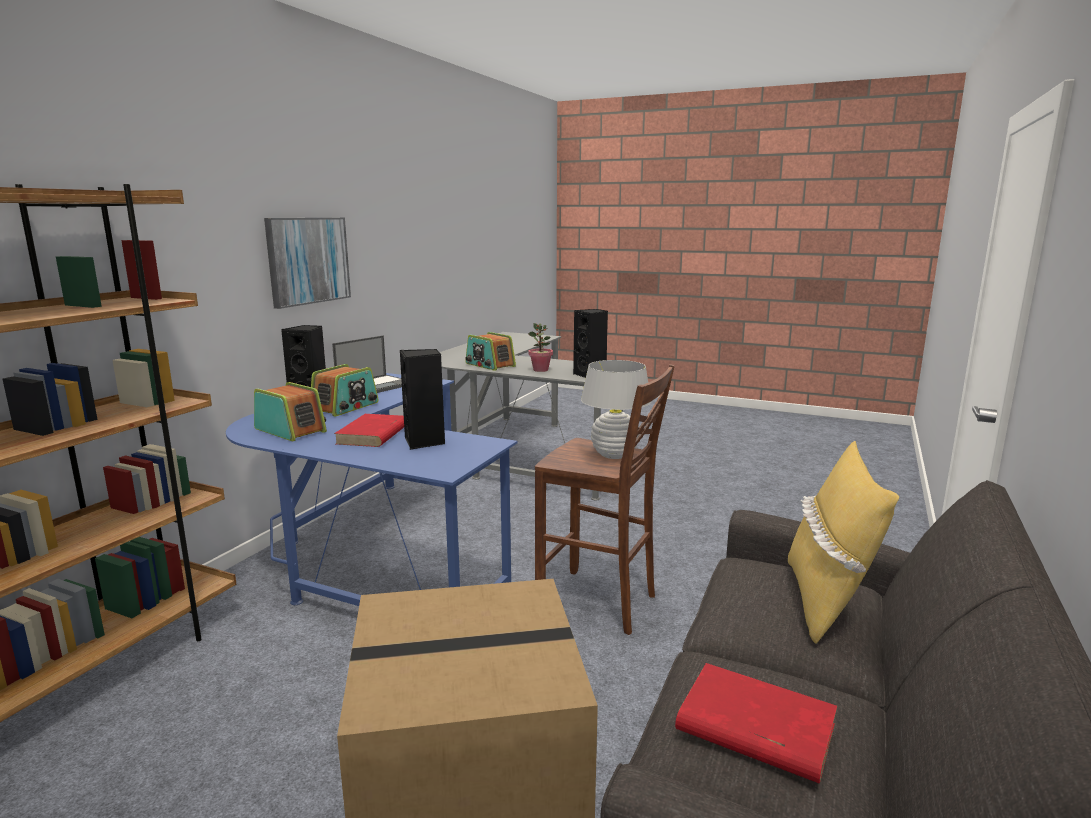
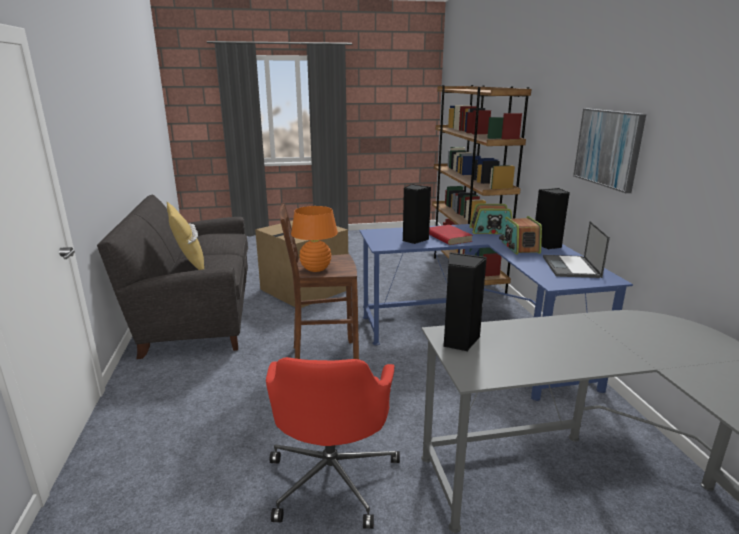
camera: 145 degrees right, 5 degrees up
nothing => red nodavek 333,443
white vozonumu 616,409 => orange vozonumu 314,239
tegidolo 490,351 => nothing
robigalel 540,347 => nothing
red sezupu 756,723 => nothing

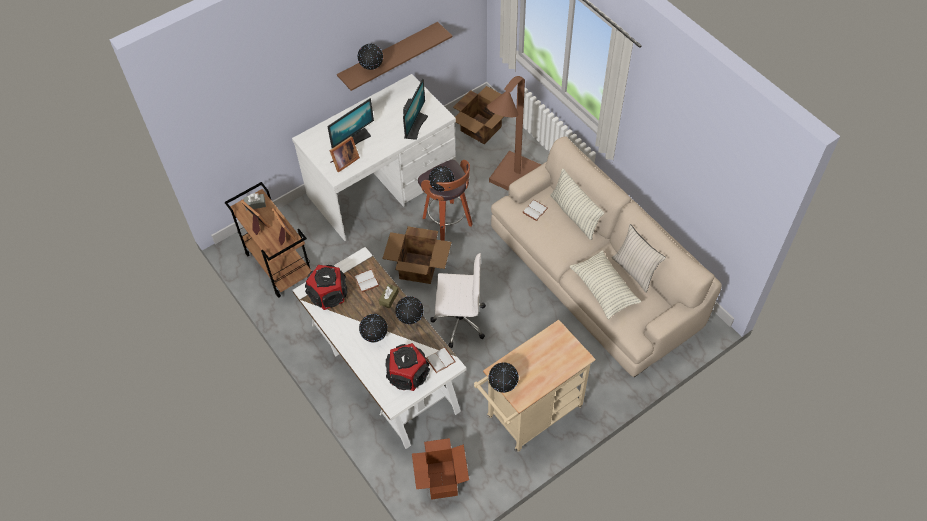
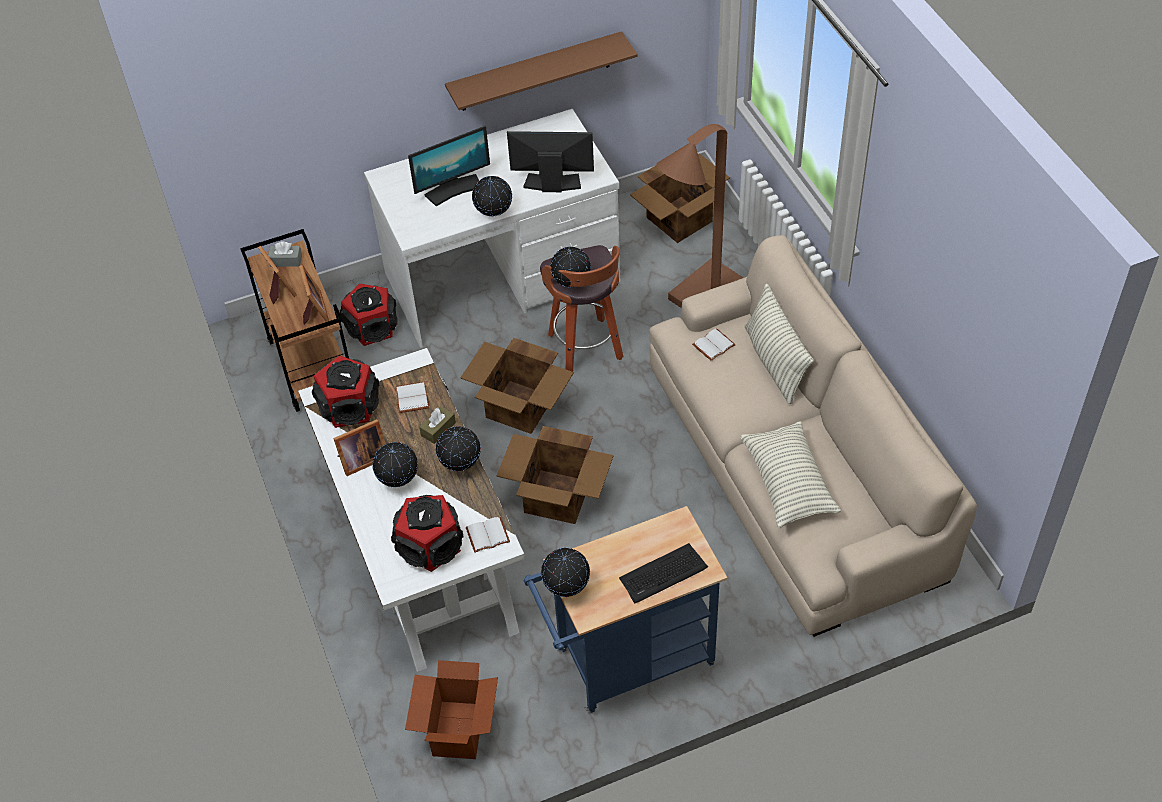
camera: 15 degrees right, 5 degrees down
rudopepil 345,154 => rudopepil 359,447, moved
nothing => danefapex 369,314
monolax 370,57 => monolax 492,196, moved
white nodavek 458,300 => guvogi 555,475
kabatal 415,109 => kabatal 550,161, 120 degrees counterclockwise
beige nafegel 535,386 => blue nafegel 625,609
nothing => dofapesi 663,573
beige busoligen 639,258 => nothing

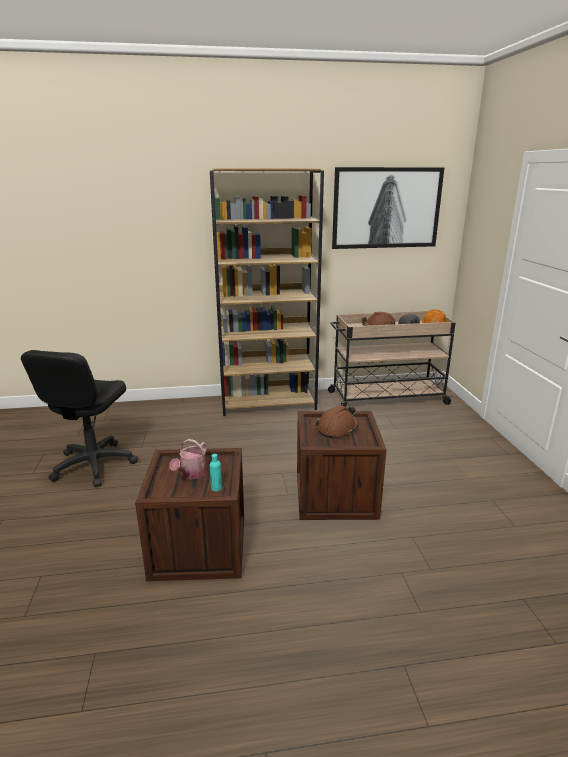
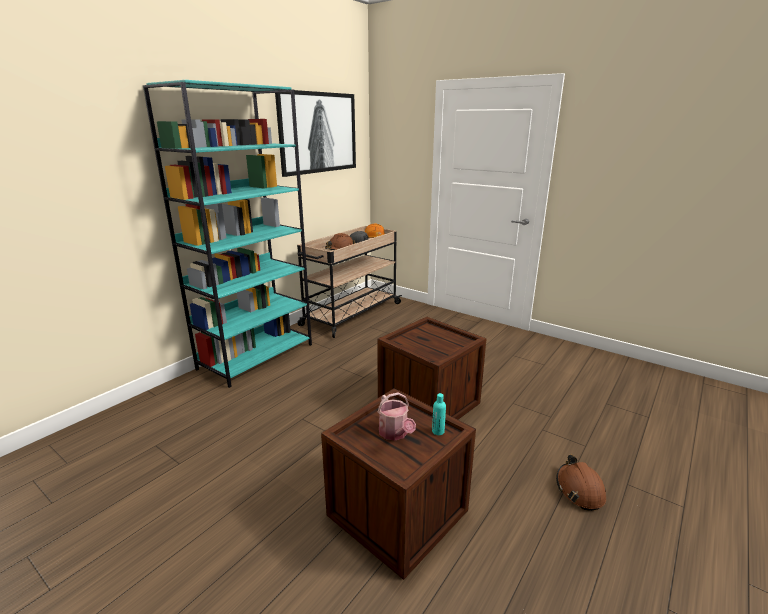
camera: 45 degrees left, 0 degrees up
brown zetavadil 267,292 => turquoise zetavadil 227,234
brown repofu 337,421 => brown repofu 581,483, moved
black nodavek 79,418 => nothing

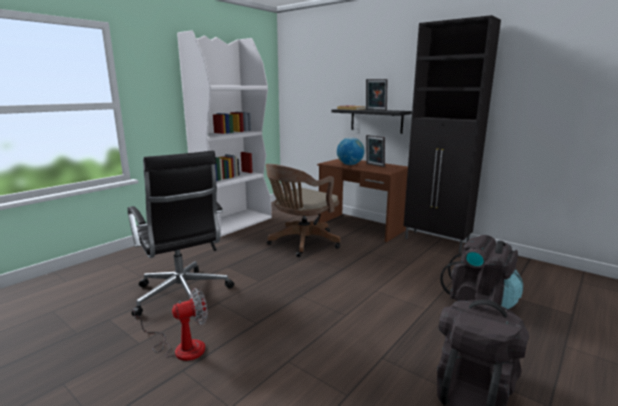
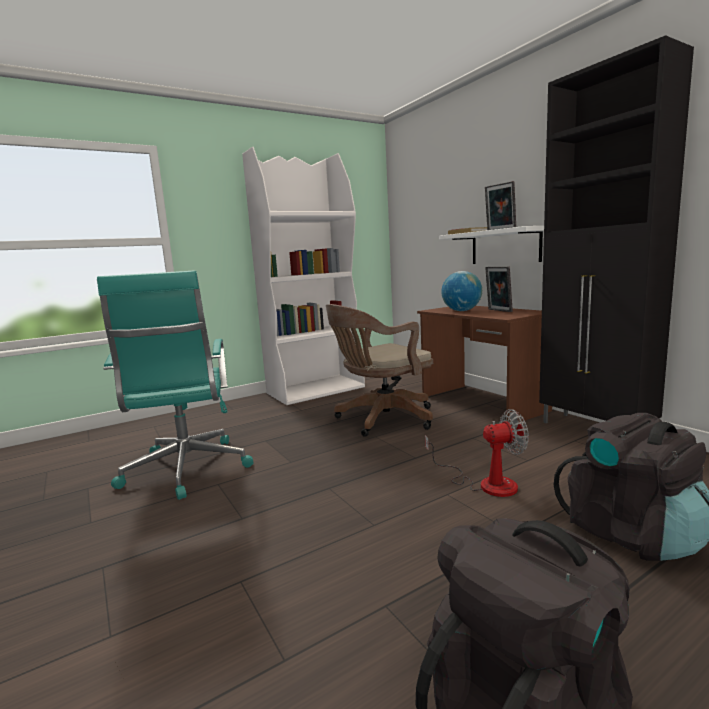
camera: 20 degrees right, 5 degrees down
black nodavek 180,233 => turquoise nodavek 175,385
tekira 171,324 => tekira 477,453, moved
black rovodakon 371,121 => white rovodakon 491,245

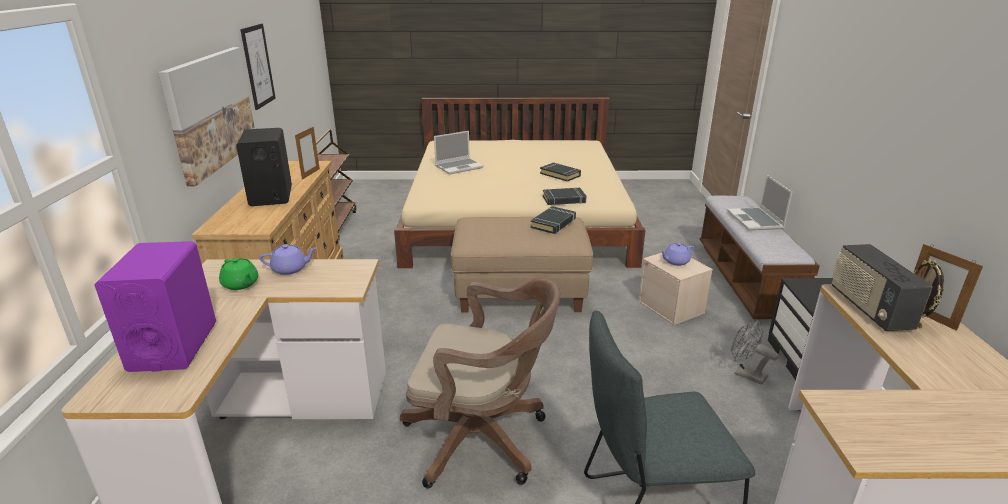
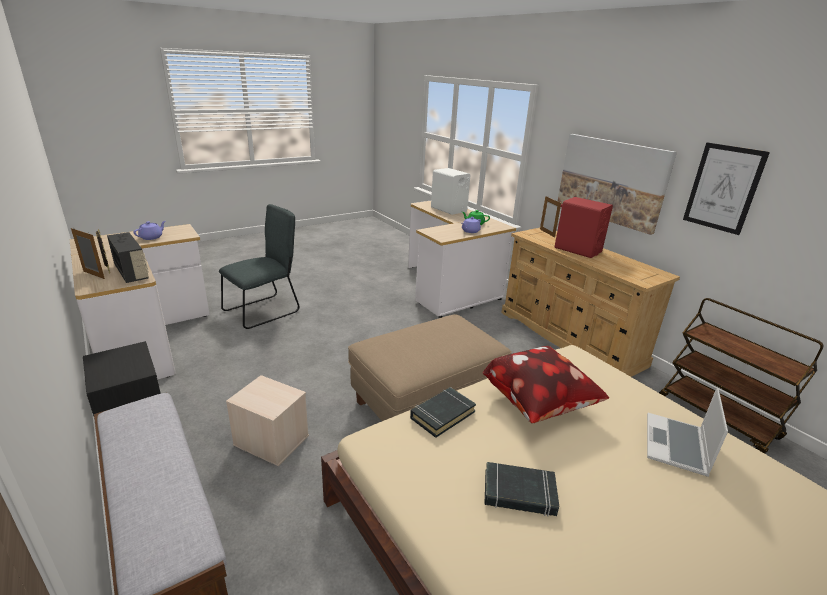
camera: 145 degrees right, 0 degrees up
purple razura 677,254 => purple razura 149,230, moved
purple danefapex 155,306 => white danefapex 451,191
nothing => busoligen 546,384
rudopepil 307,153 => rudopepil 550,216, moved
black danefapex 264,167 => red danefapex 584,227
brown nodavek 480,383 => nothing
black sezupu 553,220 => nothing
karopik 759,202 => nothing
grey tekira 755,352 => nothing

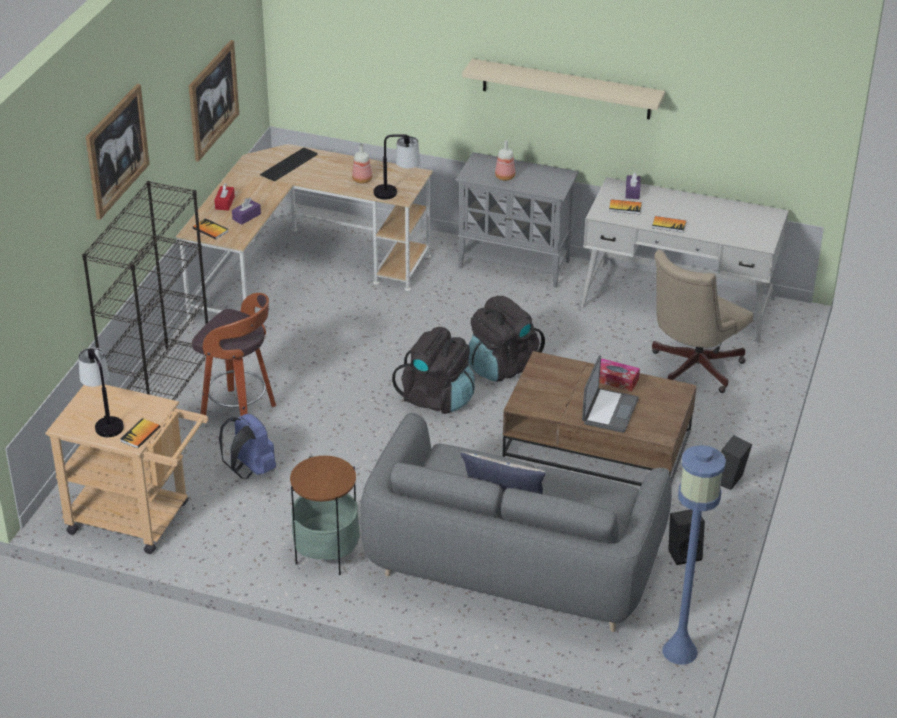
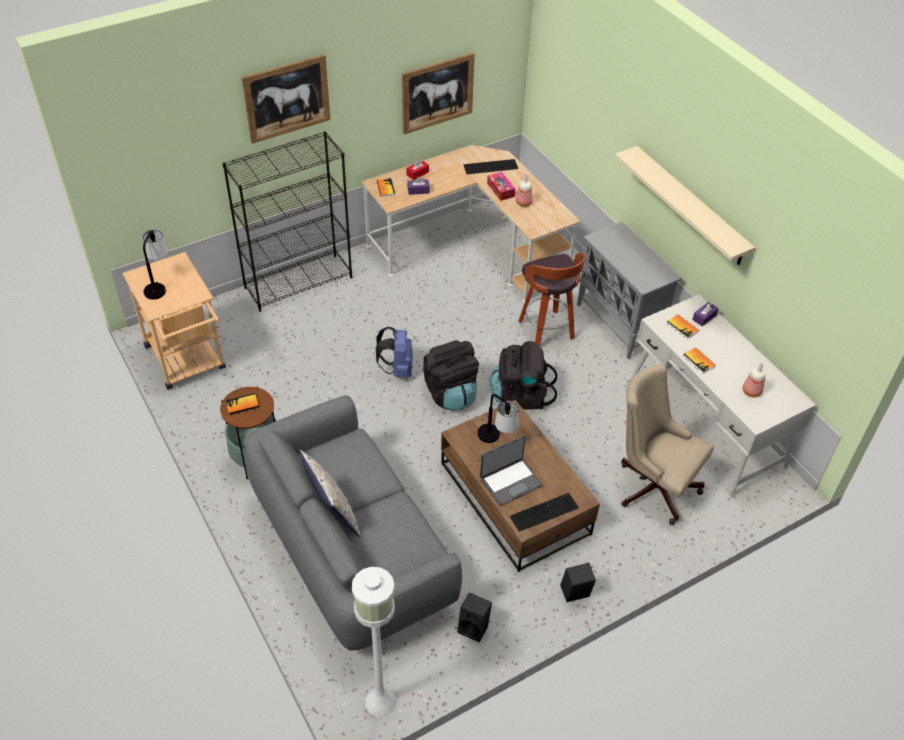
camera: 40 degrees right, 10 degrees up
sezupu 140,433 => sezupu 242,404, moved
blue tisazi 694,555 => white tisazi 374,642
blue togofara 247,446 => blue togofara 394,352, moved
vozonumu 396,167 => vozonumu 498,418, moved
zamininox 619,375 => zamininox 501,186, moved
nothing => dofapesi 544,512
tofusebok 234,355 => tofusebok 551,299, moved
beige nodavek 702,321 => beige nodavek 667,444, 45 degrees clockwise
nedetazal 505,160 => nedetazal 754,380, moved

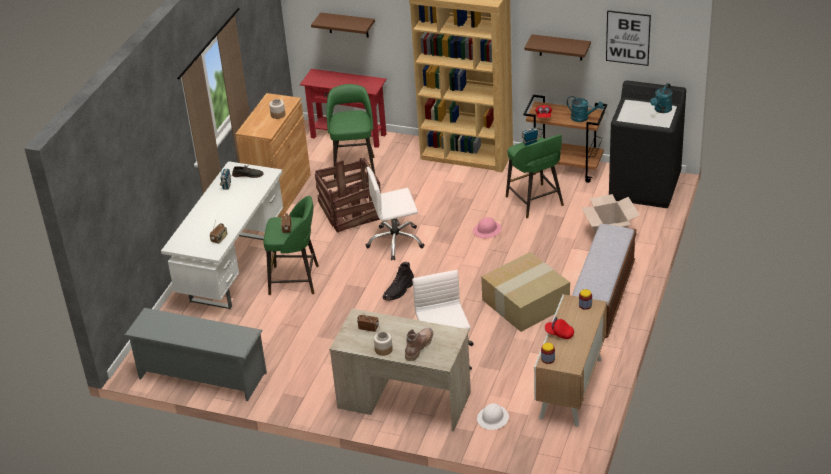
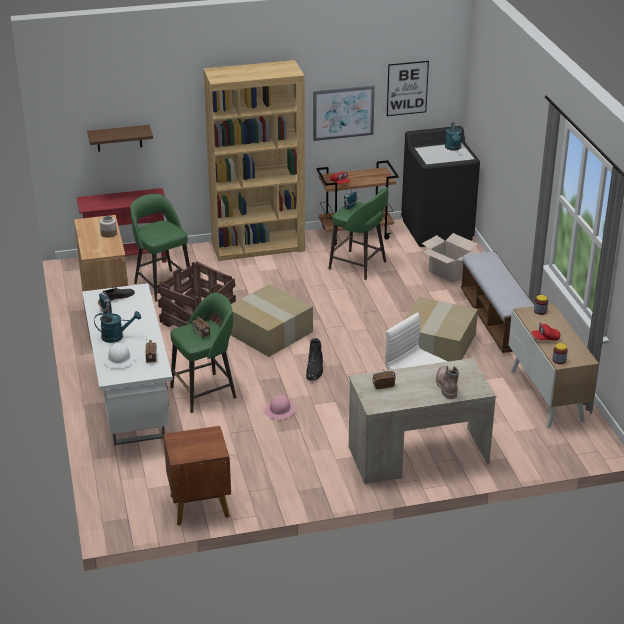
camera: 35 degrees left, 5 degrees down
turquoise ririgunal 585,109 => turquoise ririgunal 117,327, moved
white repofu 493,416 => white repofu 119,356, moved
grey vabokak 195,354 => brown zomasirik 197,476
white nodavek 395,213 => guvogi 272,320
pink repofu 487,227 => pink repofu 280,407, moved
brown rovodakon 557,47 => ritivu 344,113
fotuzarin 383,344 => nothing

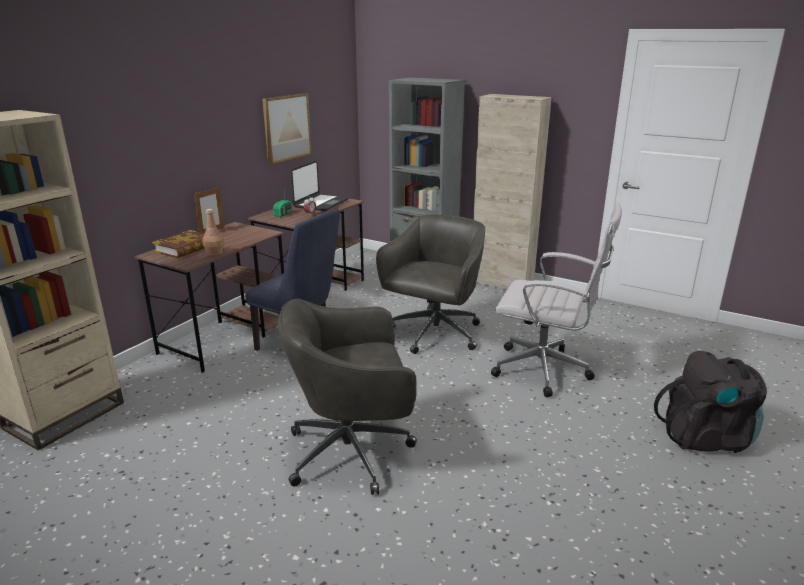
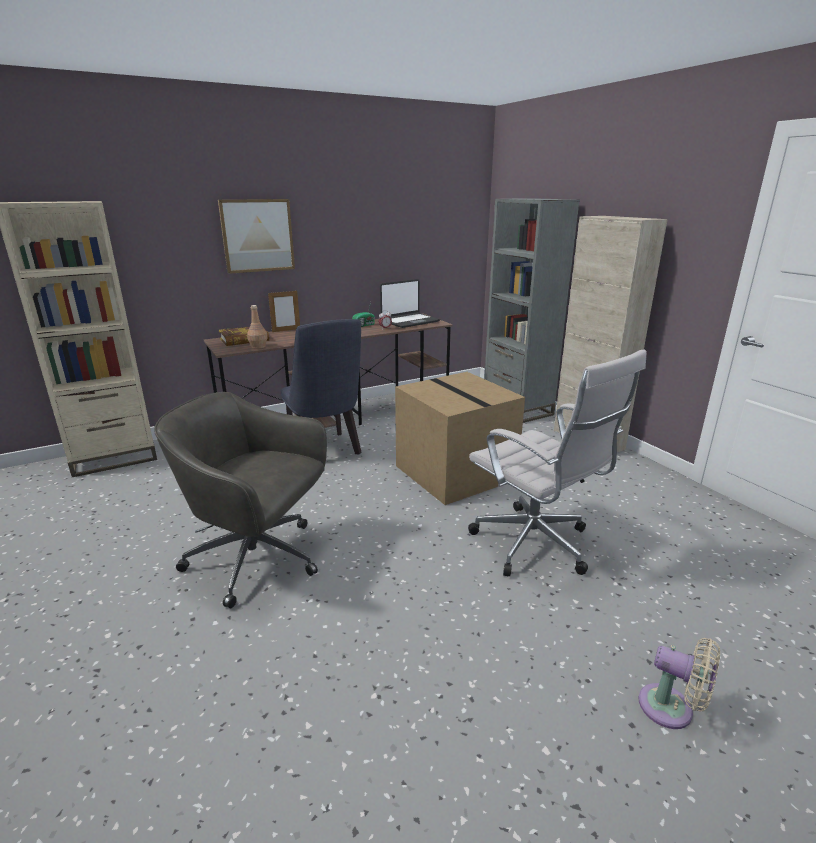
camera: 30 degrees right, 0 degrees up
ritivu 287,128 => ritivu 256,236, moved
grey nodavek 430,284 => guvogi 460,438
black togofara 710,402 => beige tekira 679,683

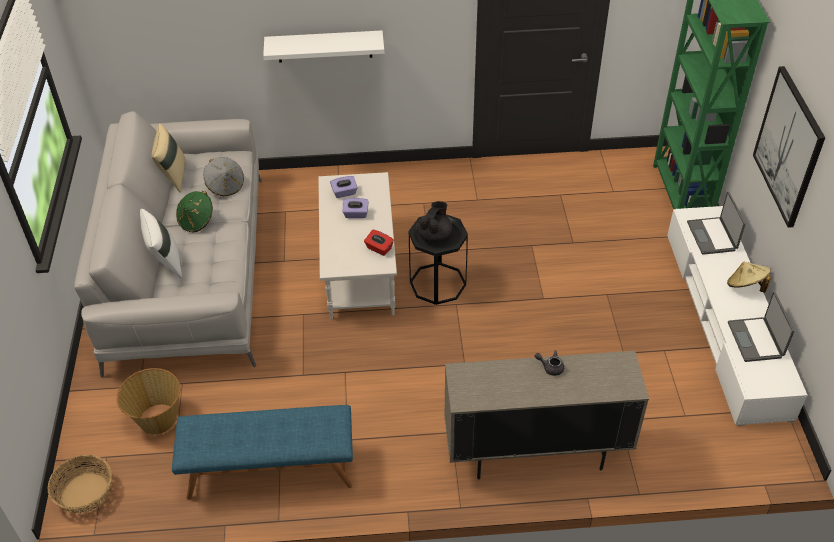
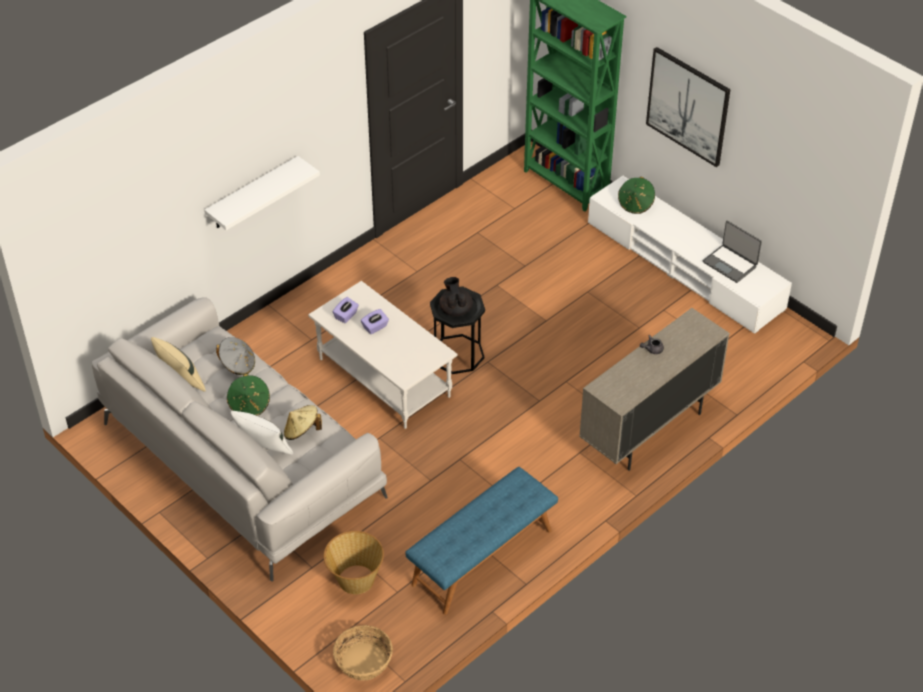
camera: 40 degrees left, 0 degrees up
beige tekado 749,277 => beige tekado 303,422, moved
karopik 716,223 => green tekado 636,195
red zamininox 379,243 => nothing

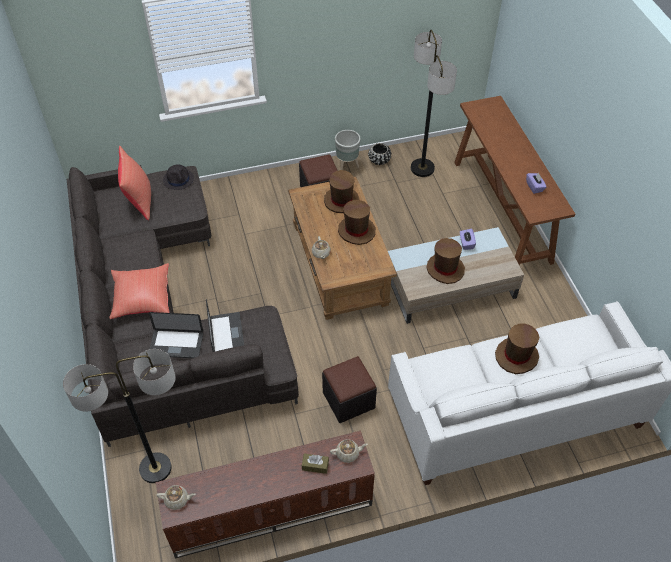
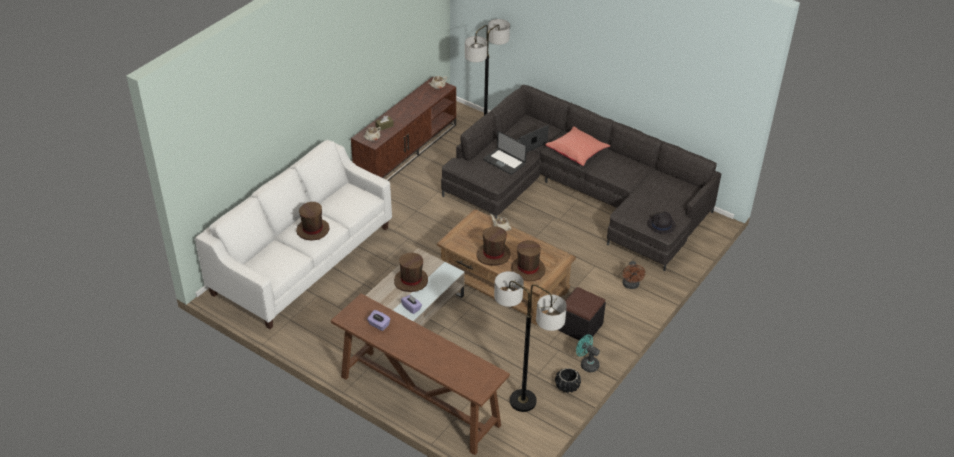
camera: 140 degrees right, 10 degrees down
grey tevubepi 347,150 => turquoise tekira 588,353
nothing => brown tekira 634,275
red busoligen 134,183 => nothing
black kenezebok 349,389 => nothing

